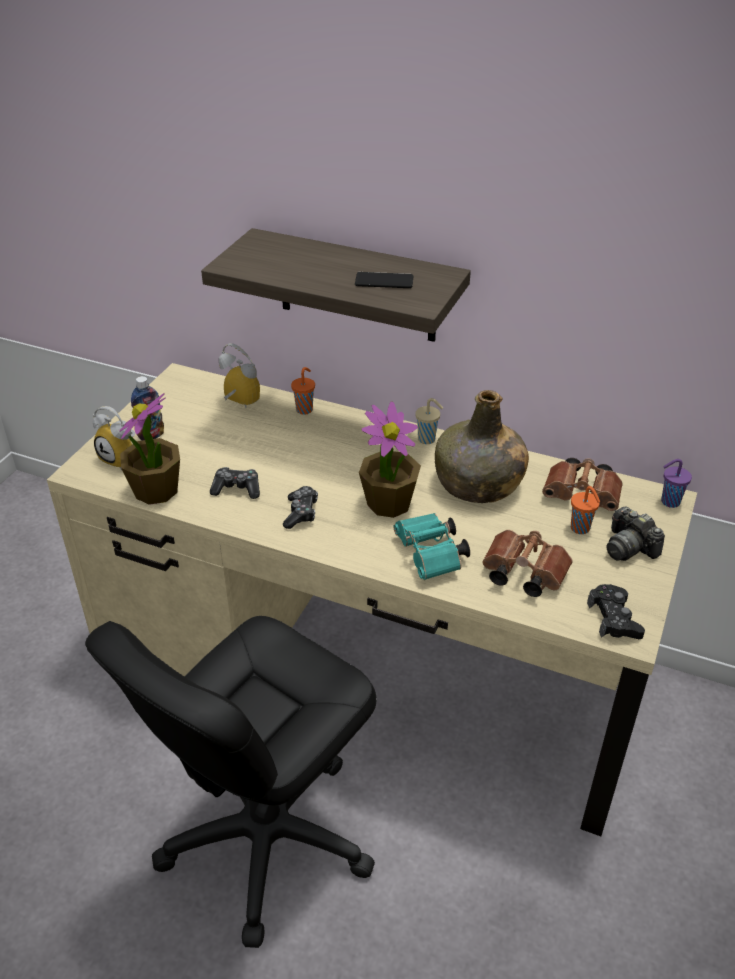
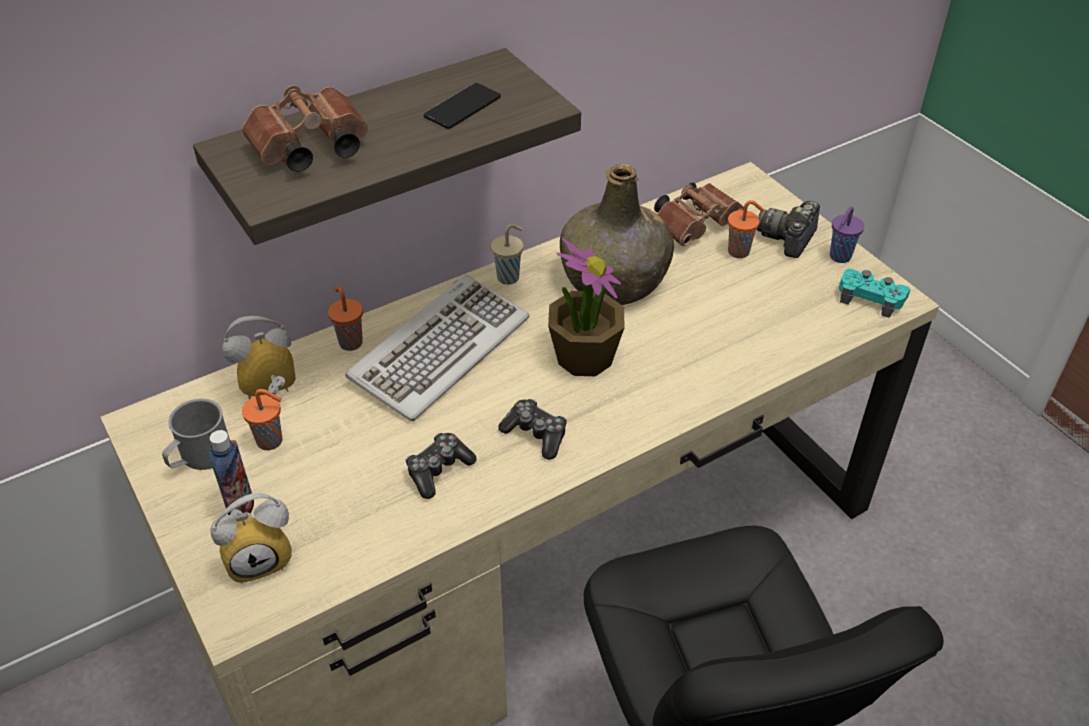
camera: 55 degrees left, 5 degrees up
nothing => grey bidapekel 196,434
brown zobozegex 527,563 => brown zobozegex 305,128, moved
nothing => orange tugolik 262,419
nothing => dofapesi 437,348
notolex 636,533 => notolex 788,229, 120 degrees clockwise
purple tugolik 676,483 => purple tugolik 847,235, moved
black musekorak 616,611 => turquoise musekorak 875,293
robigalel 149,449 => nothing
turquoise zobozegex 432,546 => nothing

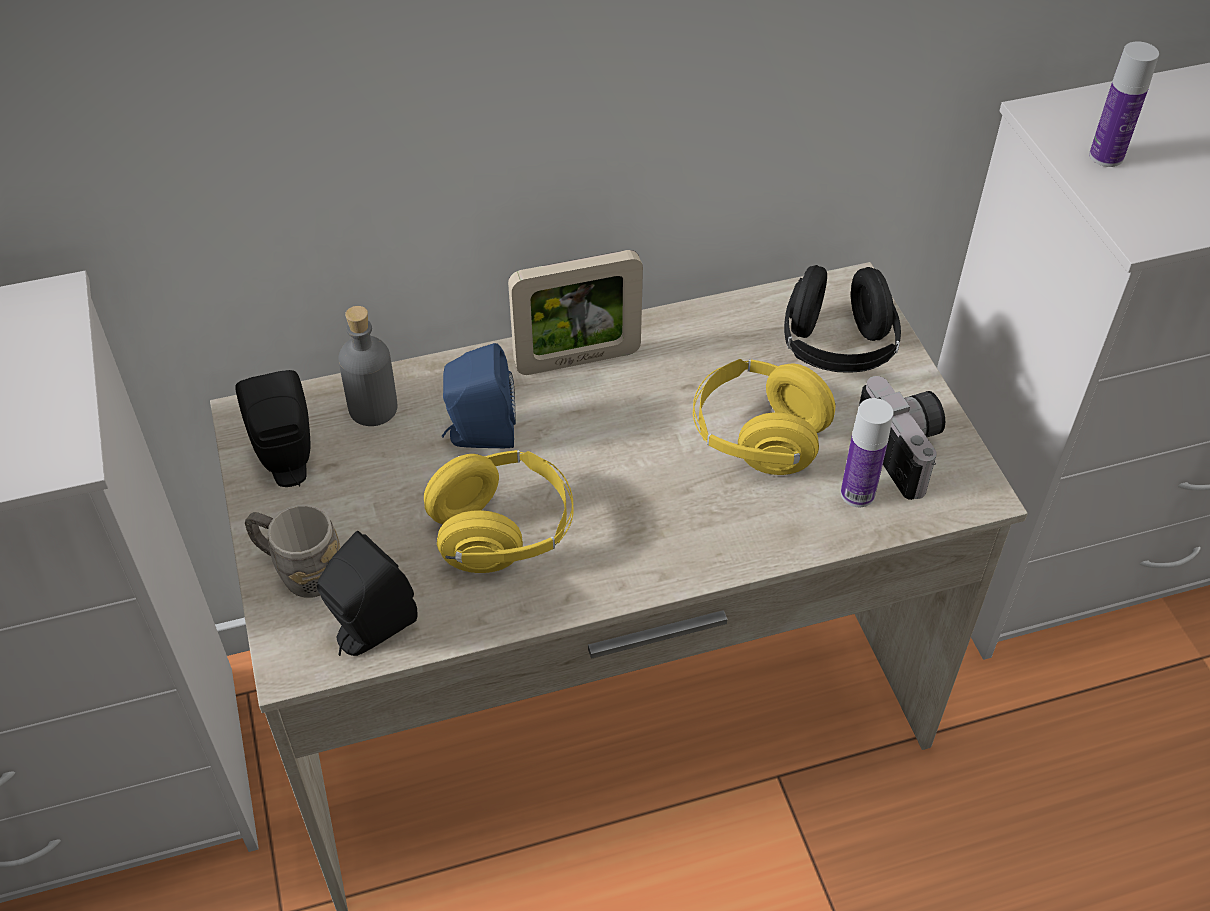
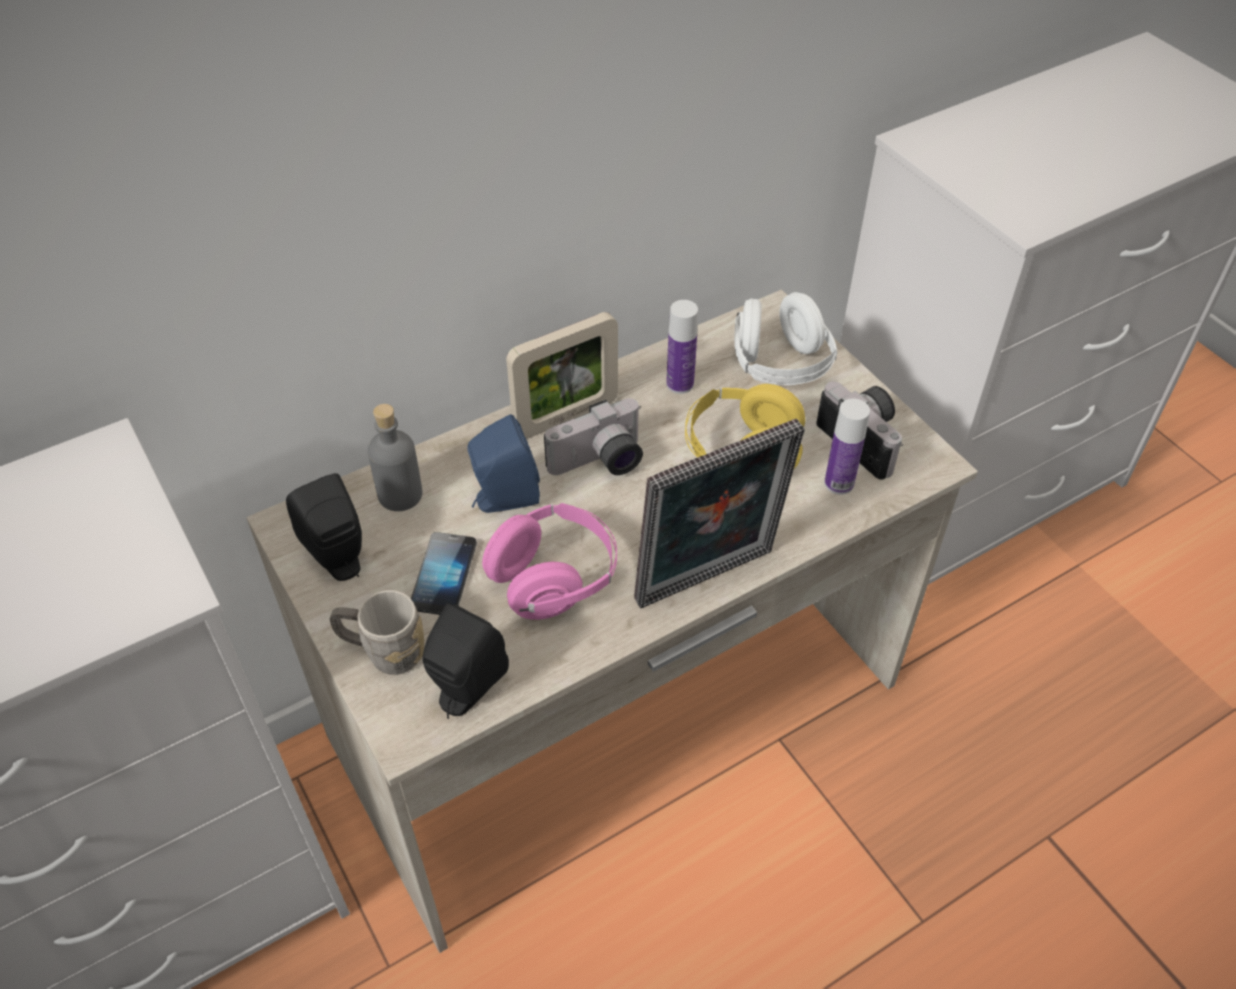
camera: 15 degrees left, 0 degrees up
nothing => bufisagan 444,573
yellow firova 499,511 => pink firova 549,561
nothing => notolex 593,436
nothing => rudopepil 719,513
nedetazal 1124,104 => nedetazal 682,347, moved
black firova 842,318 => white firova 785,338

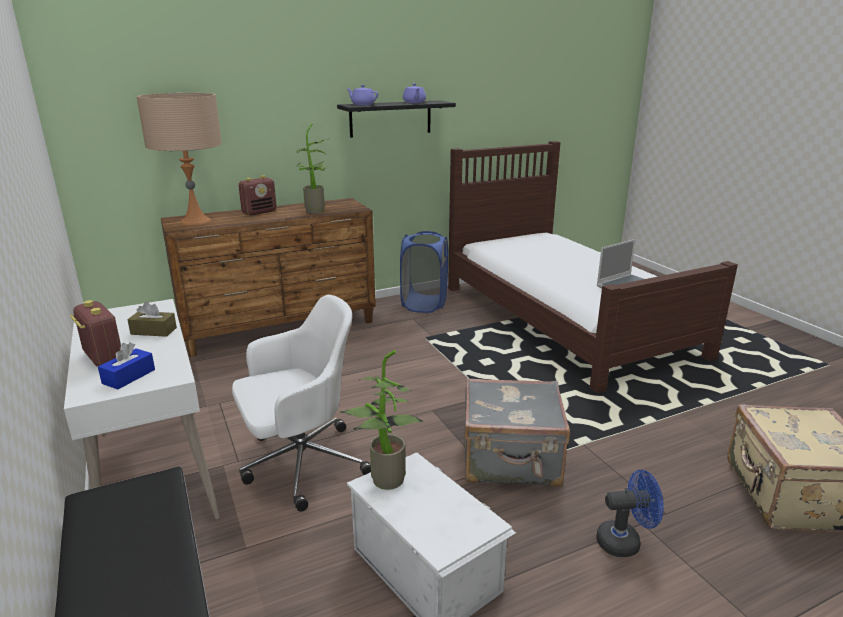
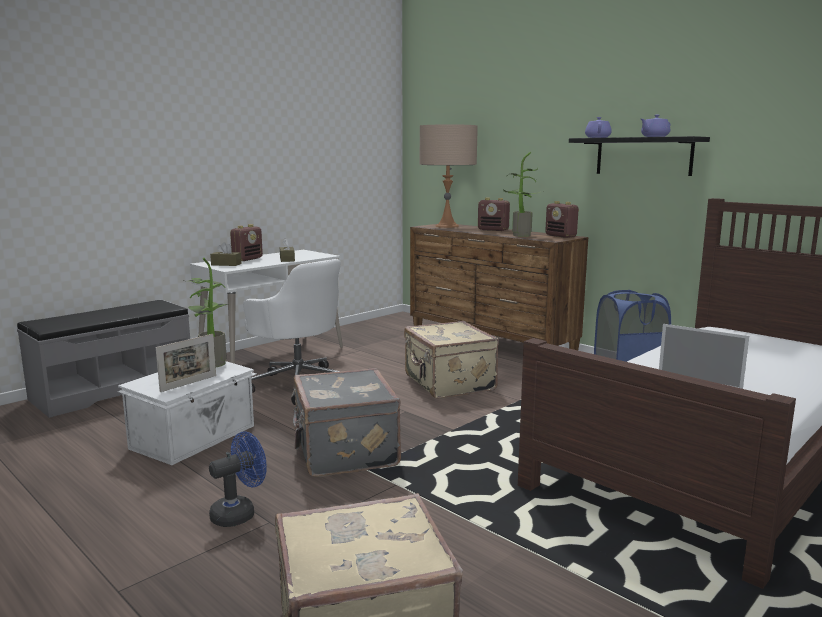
camera: 70 degrees right, 10 degrees down
nothing => rudopepil 186,363
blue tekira 630,513 => blue tekira 238,479, 105 degrees counterclockwise
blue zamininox 126,365 => brown zamininox 226,254
nothing => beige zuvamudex 451,360
nothing => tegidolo 562,219

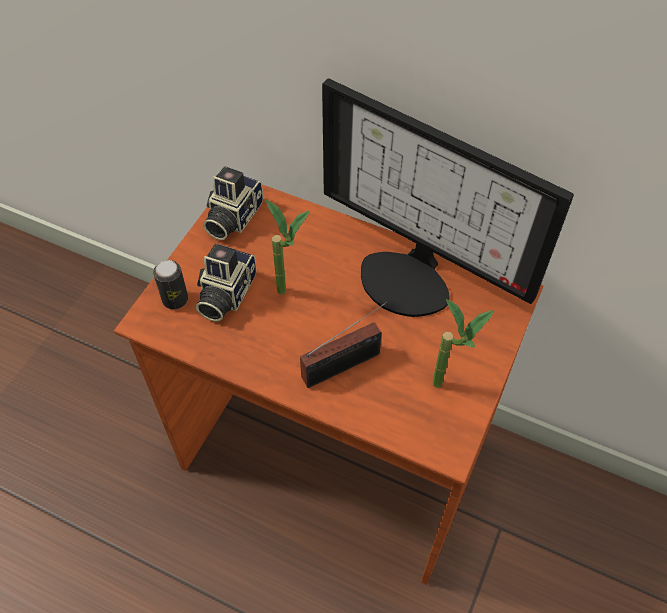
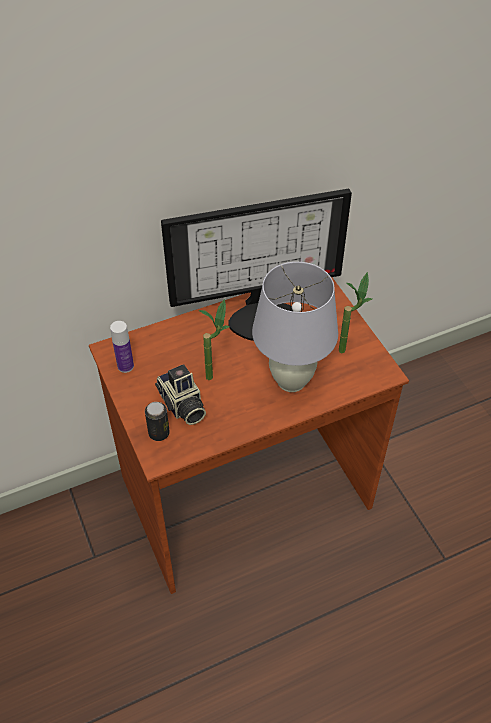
camera: 50 degrees left, 5 degrees down
notolex 233,203 => nedetazal 122,347
tegidolo 344,345 => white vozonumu 295,327

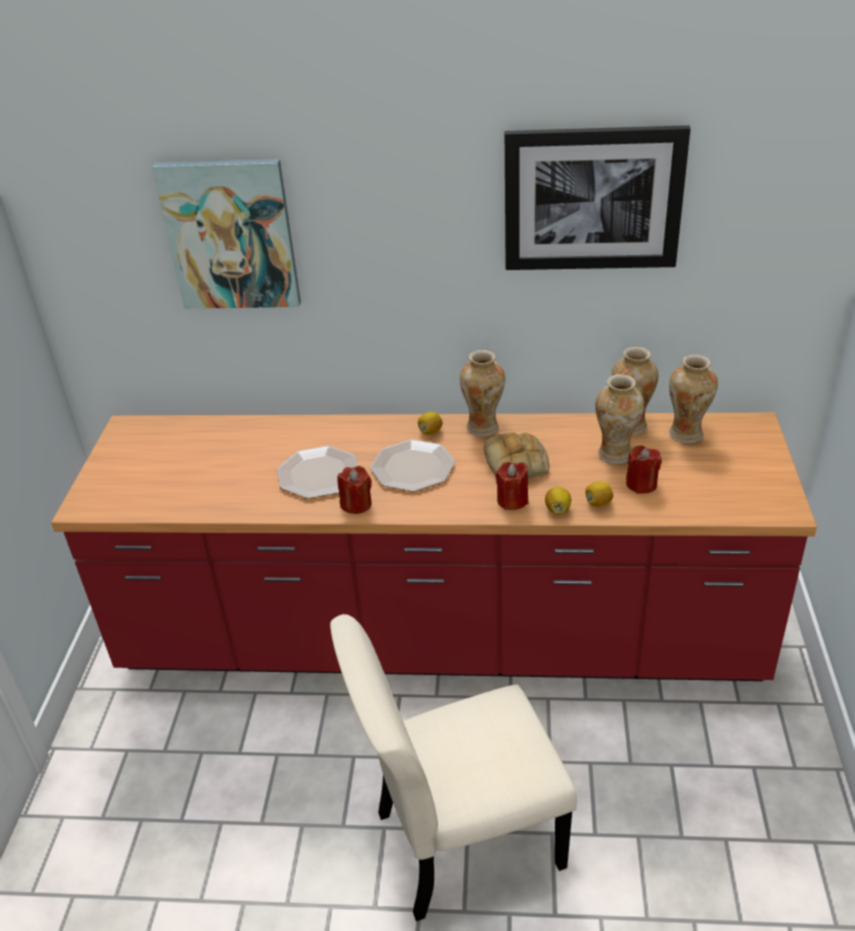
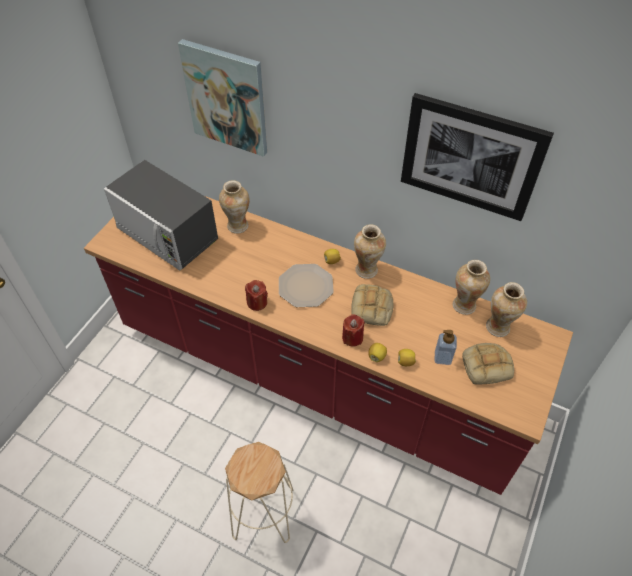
camera: 20 degrees right, 15 degrees up
nothing => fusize 161,215
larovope 619,419 => larovope 234,207, moved
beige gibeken 453,767 => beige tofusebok 259,492
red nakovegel 644,469 => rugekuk 446,347
nothing => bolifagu 488,363
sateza 317,472 => nothing

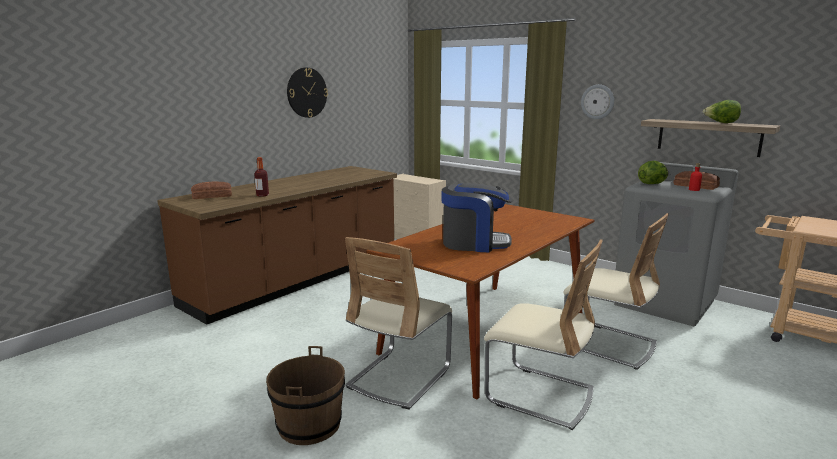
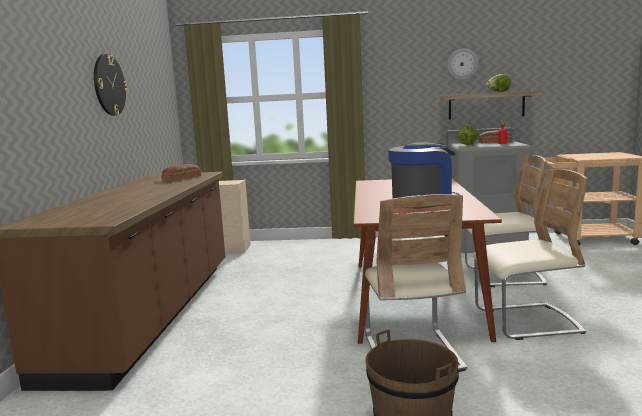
camera: 35 degrees left, 5 degrees down
bolifagu 211,190 => bolifagu 181,172, moved
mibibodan 597,101 => mibibodan 463,64, moved
nedetazal 261,177 => nothing

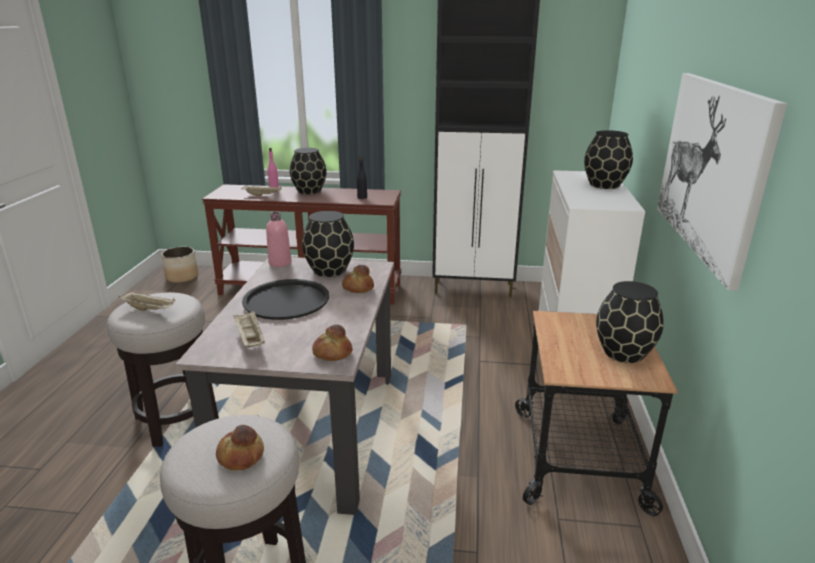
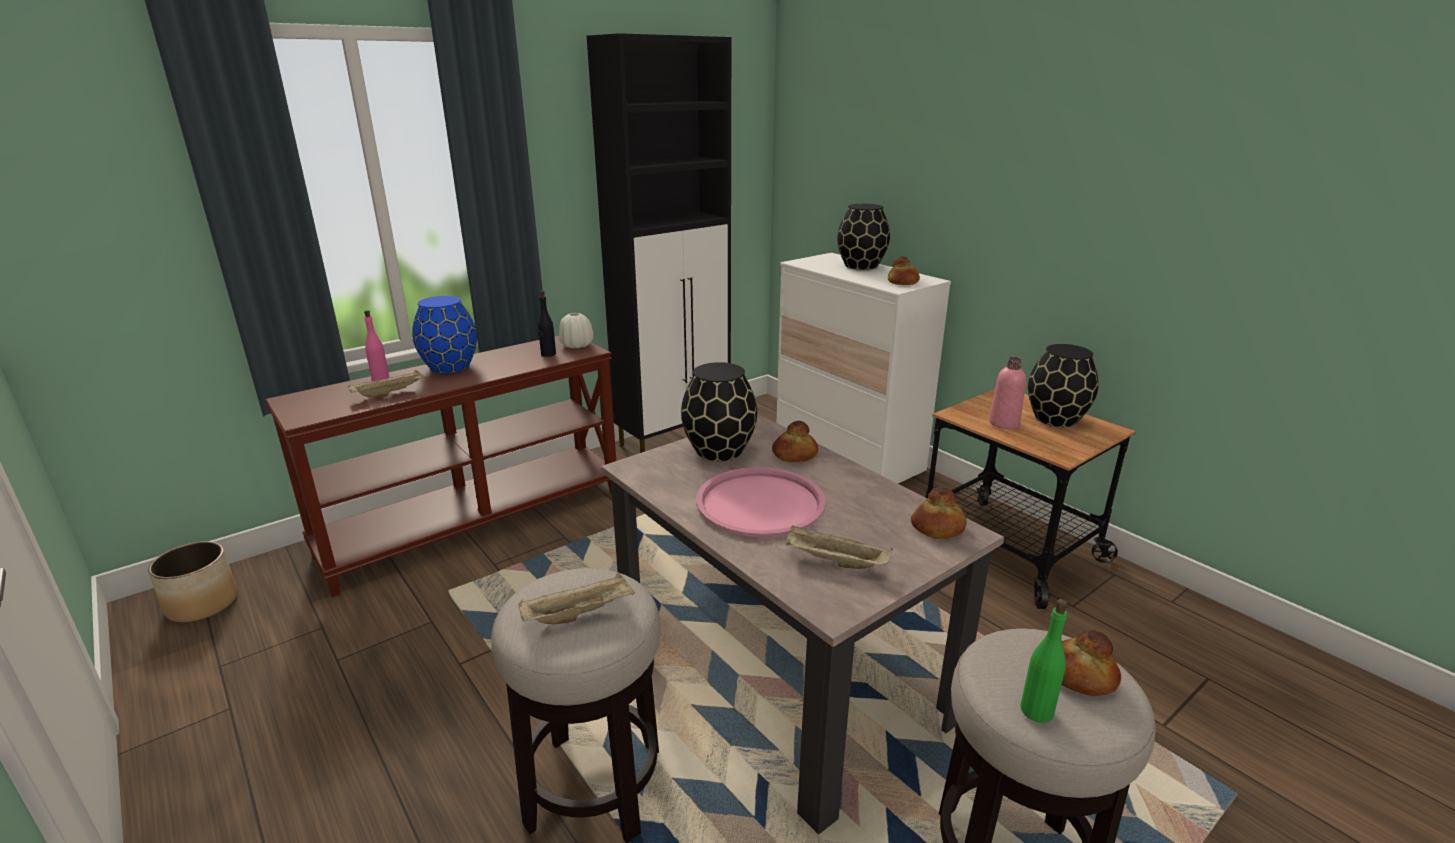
camera: 45 degrees left, 0 degrees up
black larovope 308,171 => blue larovope 444,335
nothing => white larovope 576,330
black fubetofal 285,299 => pink fubetofal 761,502
nothing => bolifagu 904,270
pink nedetazal 279,239 => pink nedetazal 1007,393, moved
nothing => green nedetazal 1043,661
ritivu 722,182 => nothing

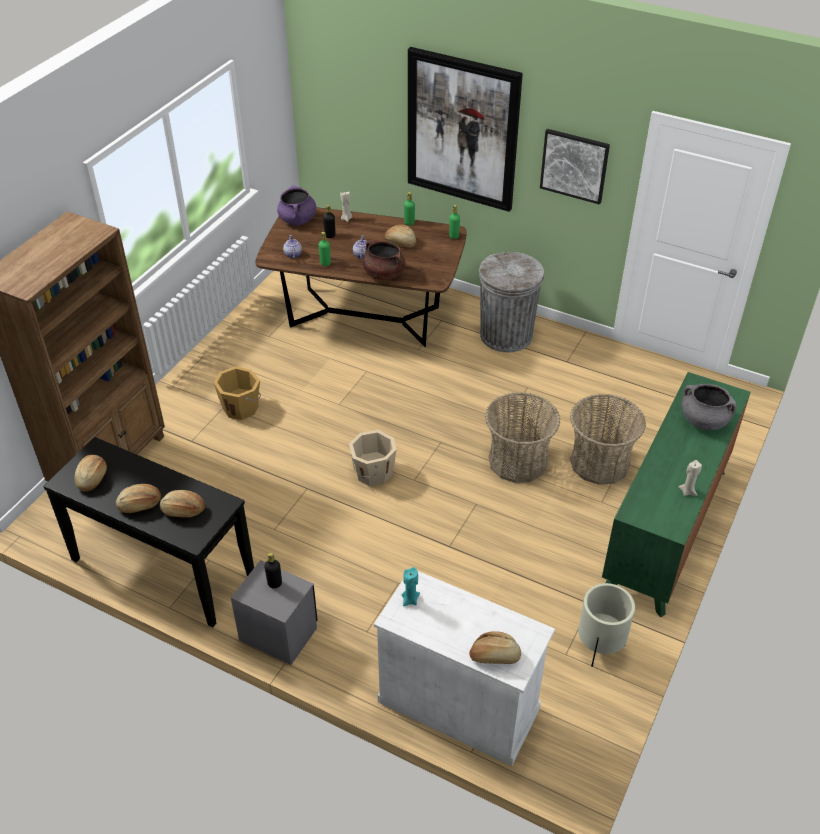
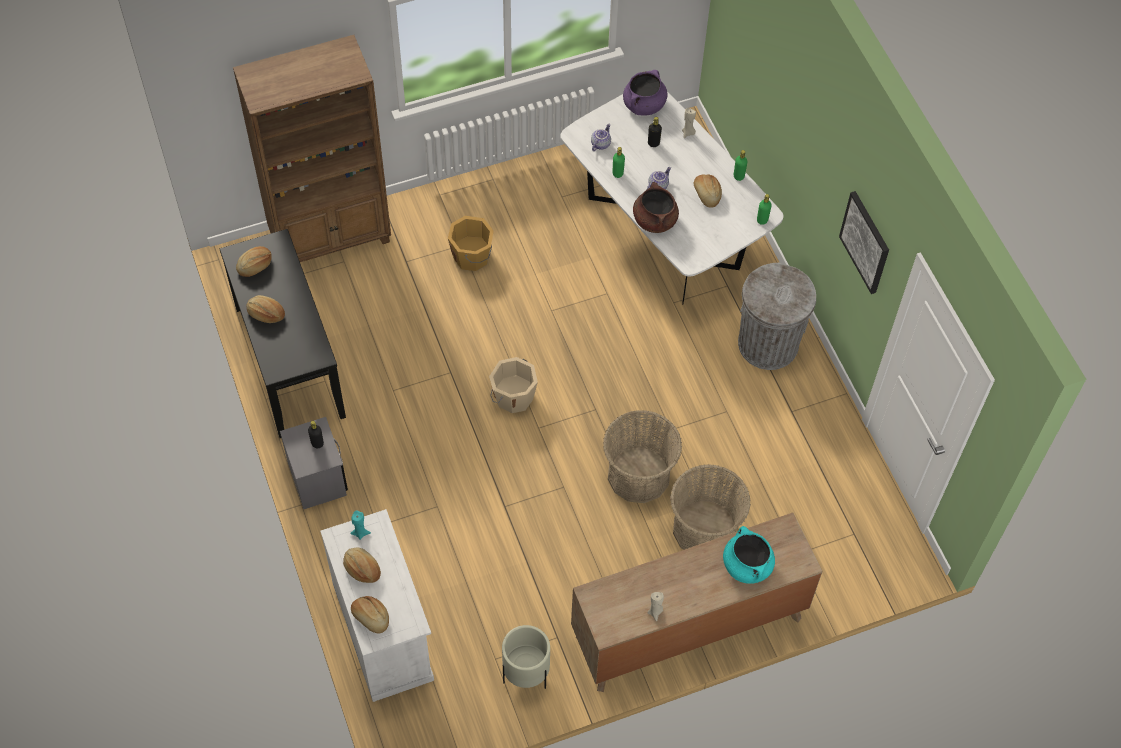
camera: 40 degrees right, 15 degrees up
bolifagu 182,503 => bolifagu 362,565, moved
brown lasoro 361,277 => white lasoro 671,198
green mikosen 676,494 => brown mikosen 697,602
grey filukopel 709,407 => turquoise filukopel 749,555
ritivu 465,129 => nothing

